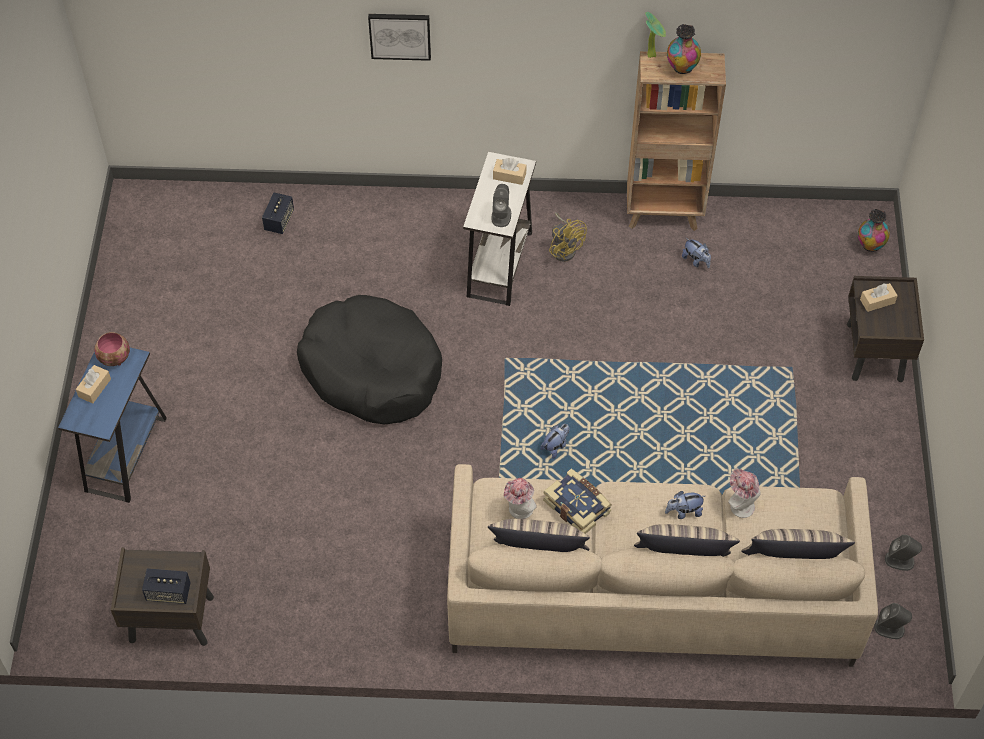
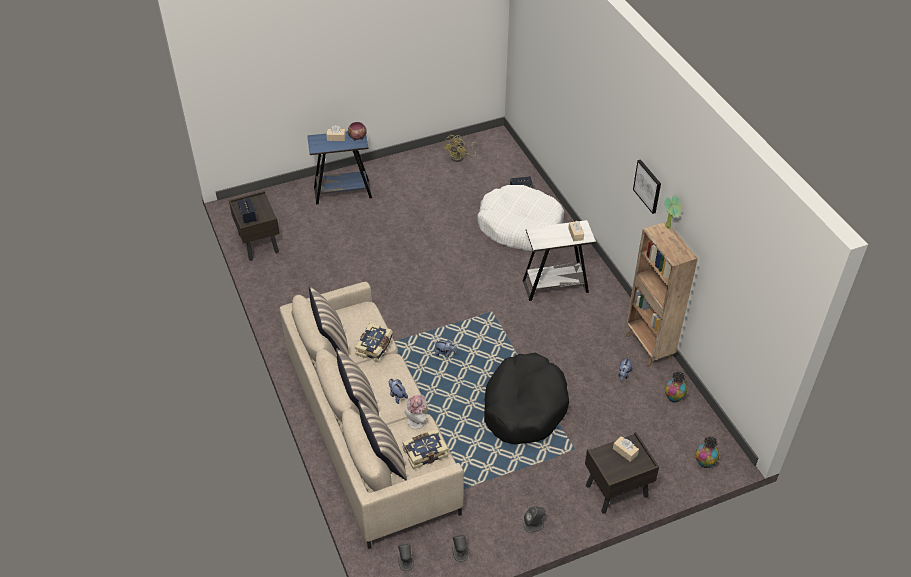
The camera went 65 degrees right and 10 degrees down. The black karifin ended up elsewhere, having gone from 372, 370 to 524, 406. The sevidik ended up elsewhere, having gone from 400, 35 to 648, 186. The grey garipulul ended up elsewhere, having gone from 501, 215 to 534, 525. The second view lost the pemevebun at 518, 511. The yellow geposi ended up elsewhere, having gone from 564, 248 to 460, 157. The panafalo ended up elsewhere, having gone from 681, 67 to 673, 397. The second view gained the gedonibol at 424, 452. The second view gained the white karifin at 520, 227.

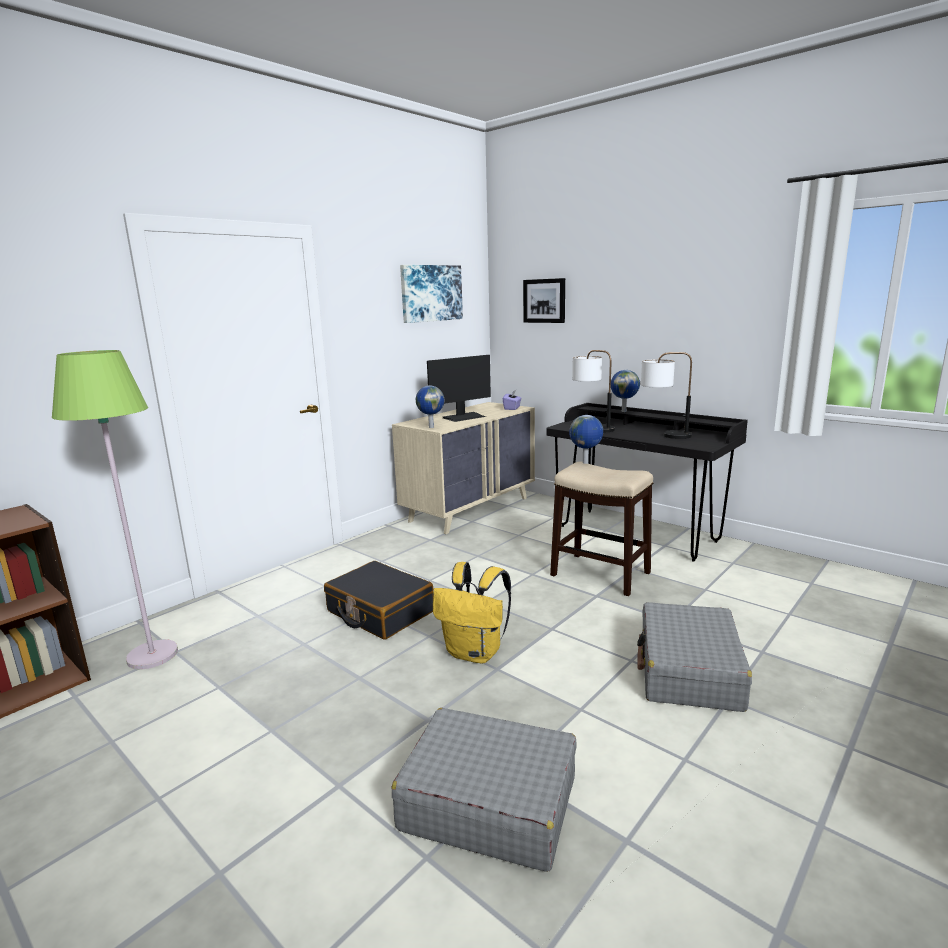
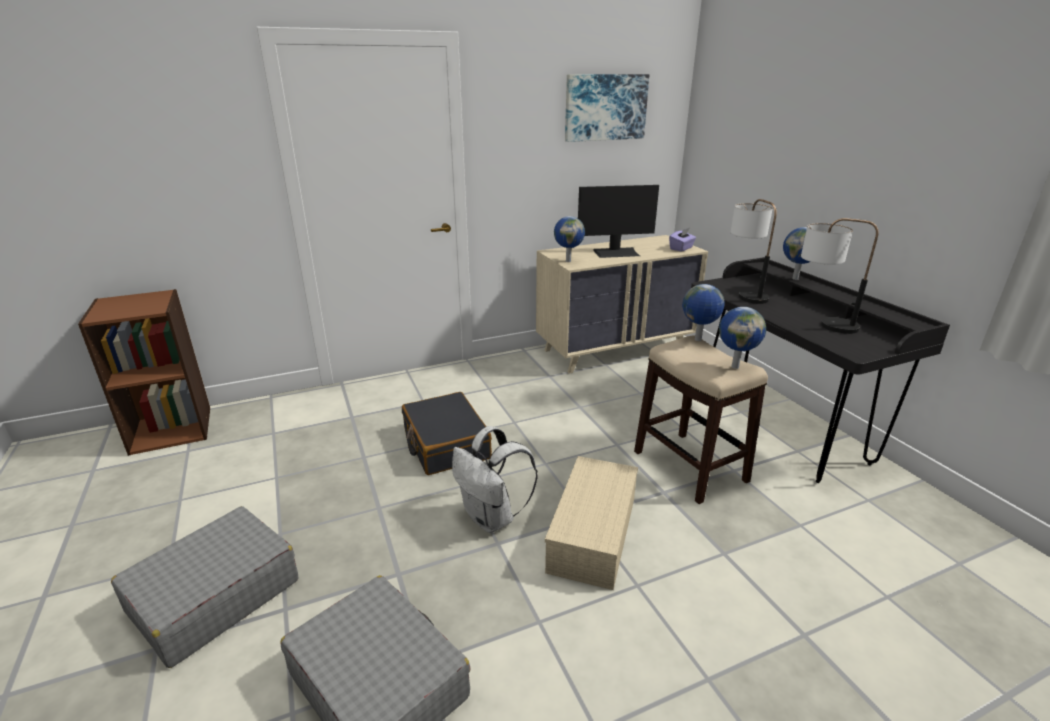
The camera went 25 degrees right and 10 degrees up. The second view lost the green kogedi at 152, 655. What was the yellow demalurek at 475, 653 turned into the white demalurek at 492, 518. The second view lost the sevidik at 544, 301. The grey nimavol ended up elsewhere, having gone from 688, 671 to 214, 596. The second view gained the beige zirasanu at 594, 535. The second view gained the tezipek at 735, 366.

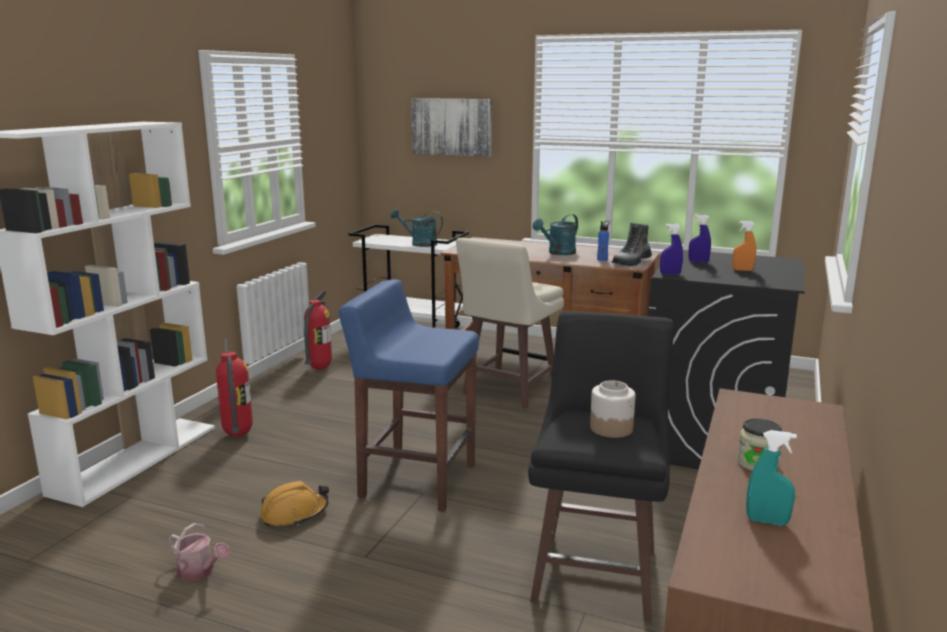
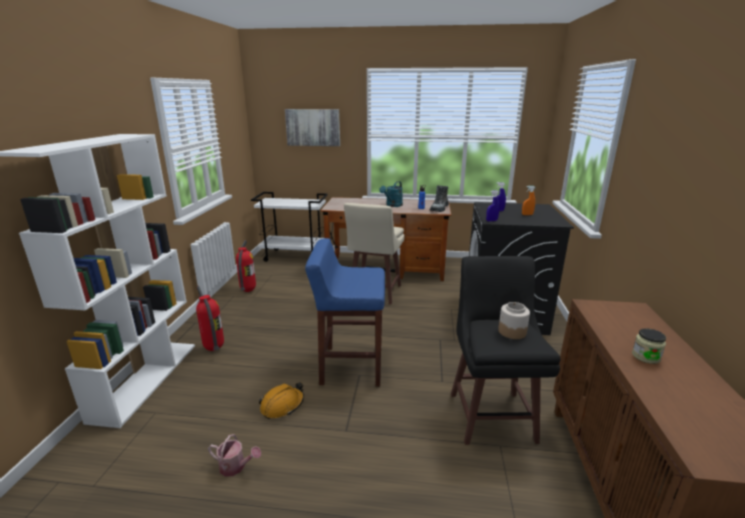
The camera went 15 degrees left and 5 degrees up. The second view lost the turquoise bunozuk at 419, 244. The second view lost the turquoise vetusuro at 767, 521.

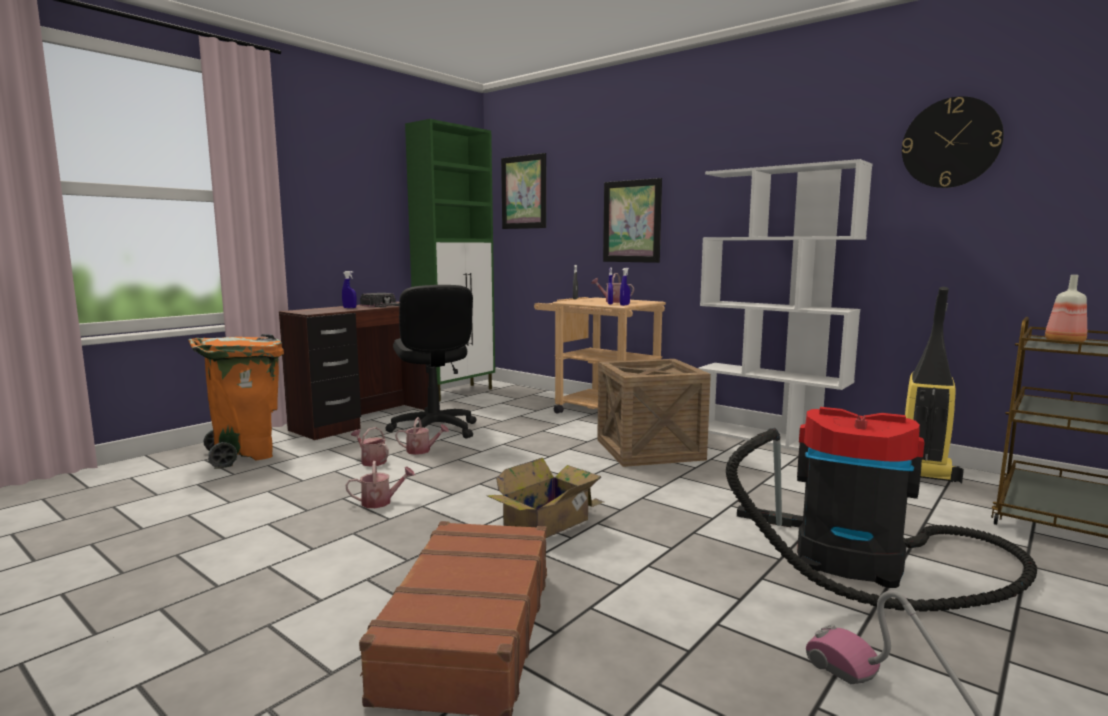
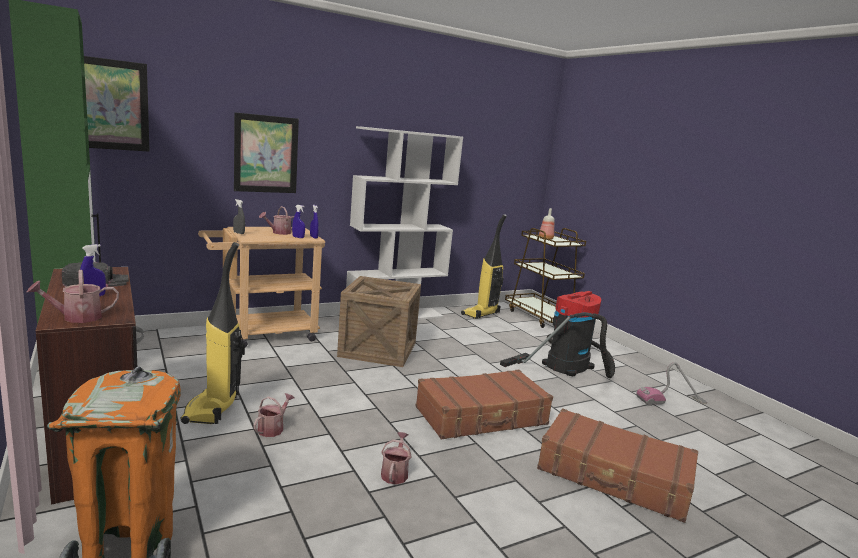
The camera went 70 degrees left and 5 degrees up. The bunozuk ended up elsewhere, having gone from 371, 461 to 76, 317. Where the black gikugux stood at 434, 431, the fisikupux came to stand at 212, 409. Where the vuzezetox stood at 549, 522, the brown nimavol came to stand at 482, 416. The second view lost the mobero at 950, 143.

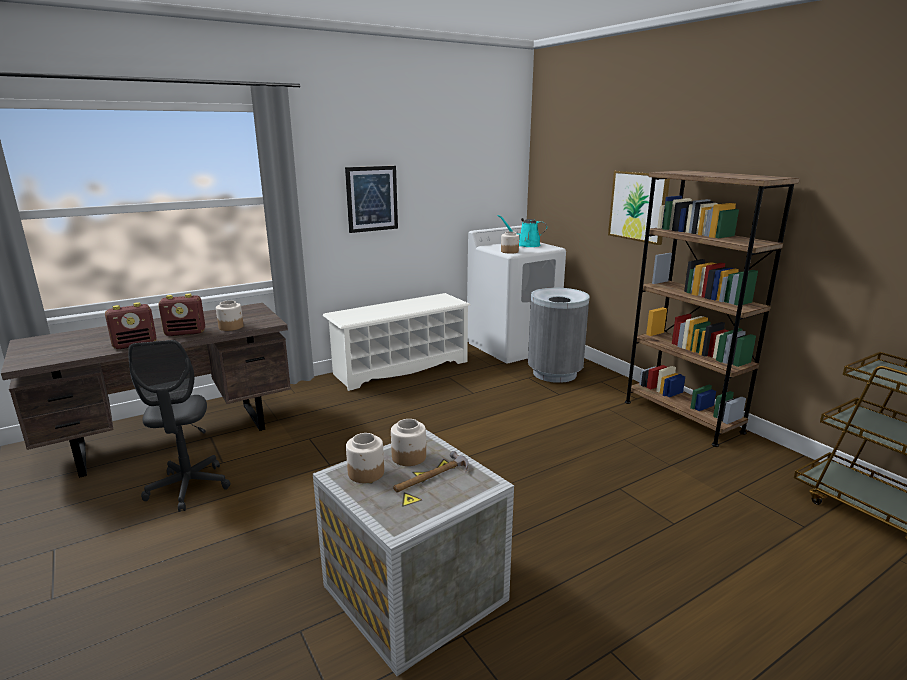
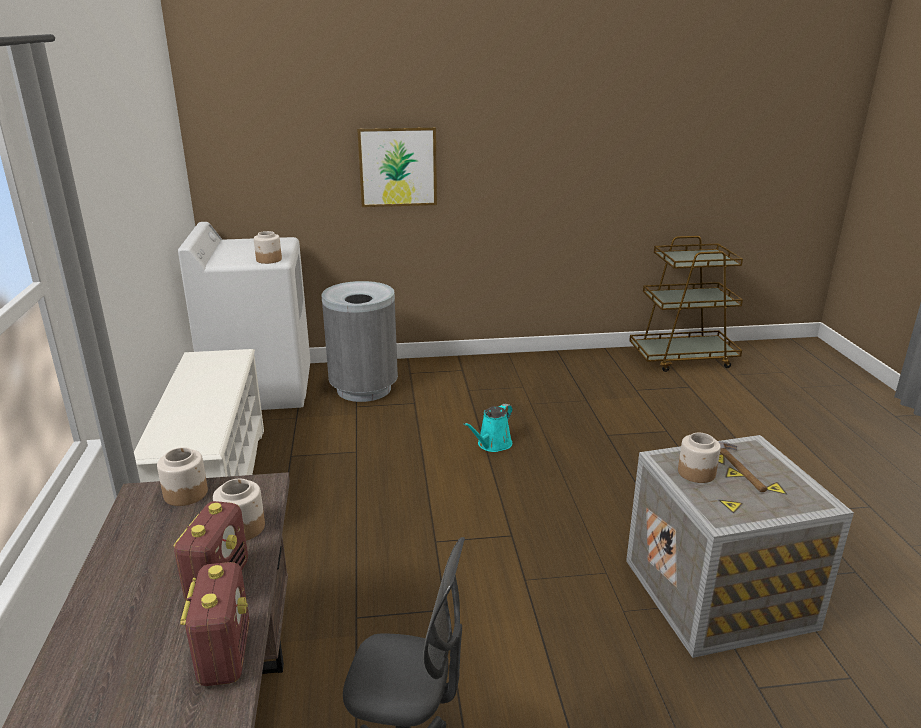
The camera went 65 degrees left and 5 degrees up. The second view lost the sevidik at 371, 199. The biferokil ended up elsewhere, having gone from 366, 473 to 186, 493. The turquoise bunozuk ended up elsewhere, having gone from 526, 245 to 492, 445. The second view lost the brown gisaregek at 682, 416.

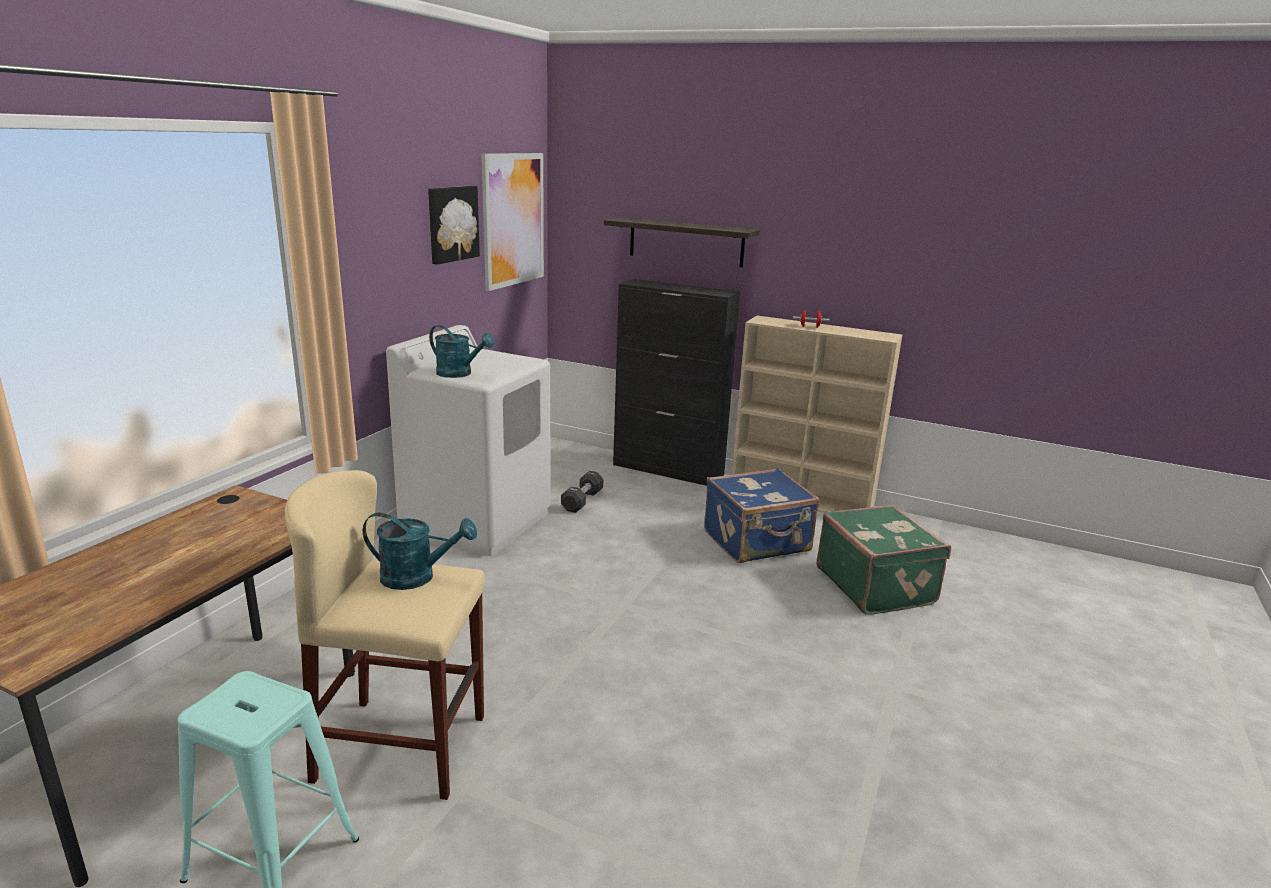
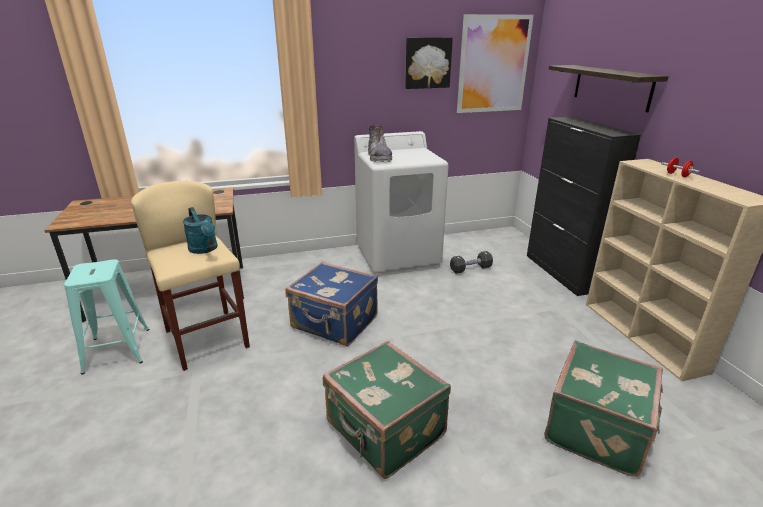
The camera went 50 degrees right and 5 degrees up. Where the turquoise bunozuk stood at 459, 374, the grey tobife came to stand at 379, 158. The blue nimavol ended up elsewhere, having gone from 758, 542 to 334, 323. The second view gained the green nimavol at 384, 431.

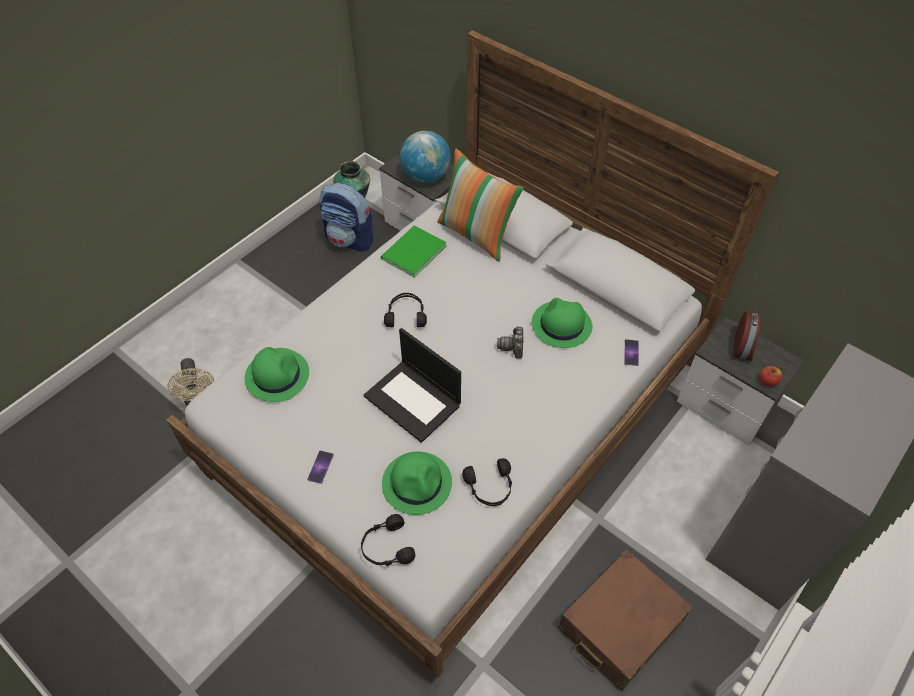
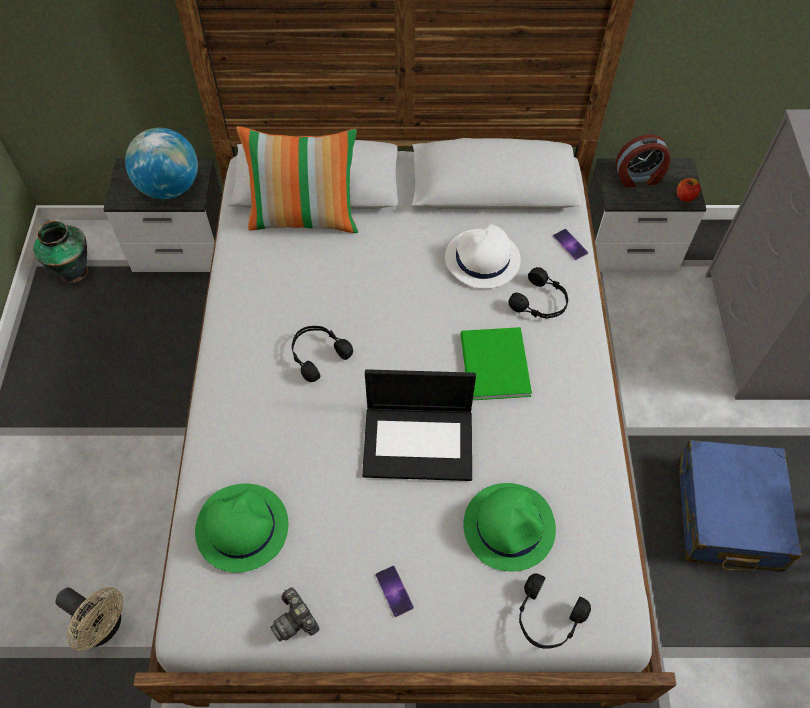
The camera went 40 degrees left and 5 degrees up. The second view lost the demalurek at 350, 239. The green gedonibol ended up elsewhere, having gone from 411, 253 to 493, 367. The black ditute ended up elsewhere, having gone from 490, 487 to 540, 302. The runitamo ended up elsewhere, having gone from 512, 347 to 295, 620. What was the green pemevebun at 561, 325 turned into the white pemevebun at 482, 260. What was the brown nimavol at 620, 625 turned into the blue nimavol at 727, 514. The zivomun at 743, 347 ended up facing another way, 105 degrees clockwise from before.

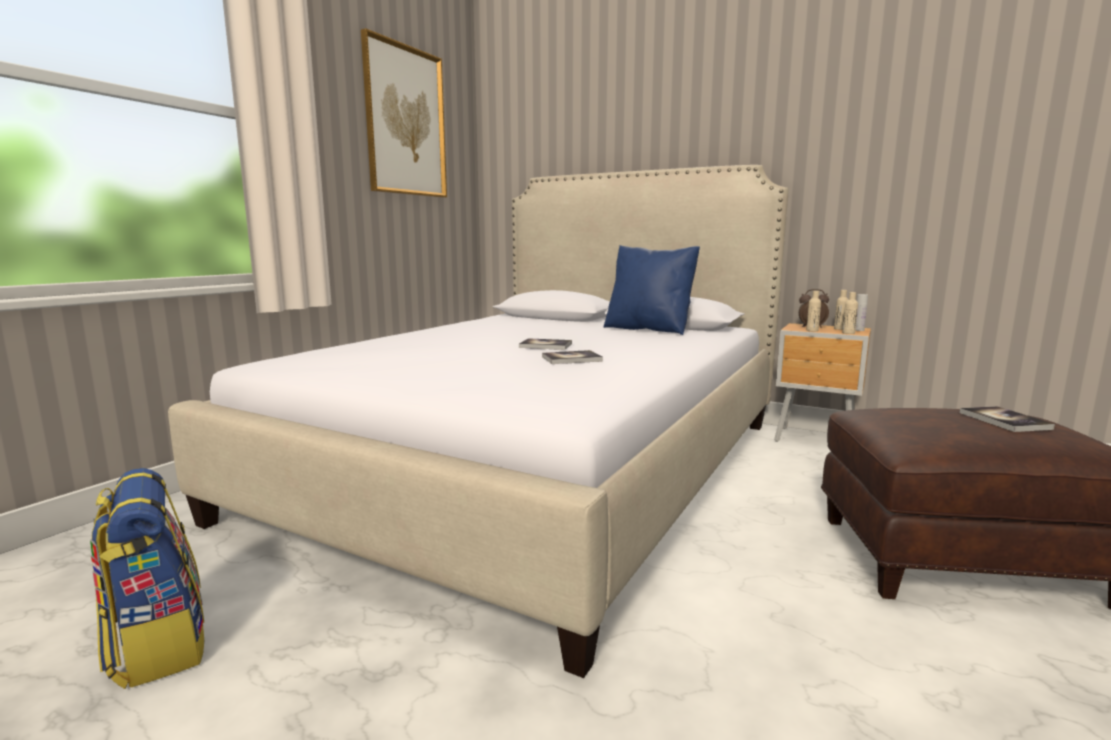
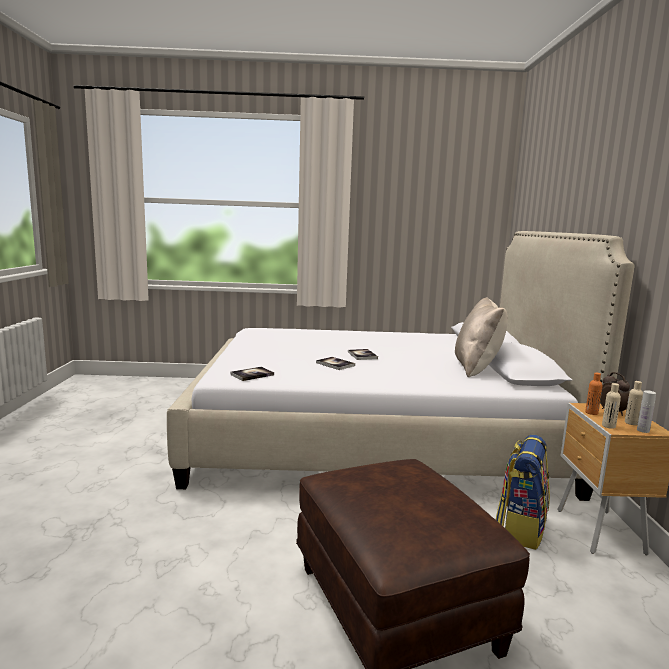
The camera went 60 degrees right and 0 degrees up. The demalurek ended up elsewhere, having gone from 158, 645 to 520, 528. The second view lost the sevidik at 405, 121. What was the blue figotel at 649, 329 turned into the beige figotel at 477, 368. What was the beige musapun at 812, 330 turned into the orange musapun at 591, 413. The gedonibol ended up elsewhere, having gone from 1004, 421 to 252, 375.

